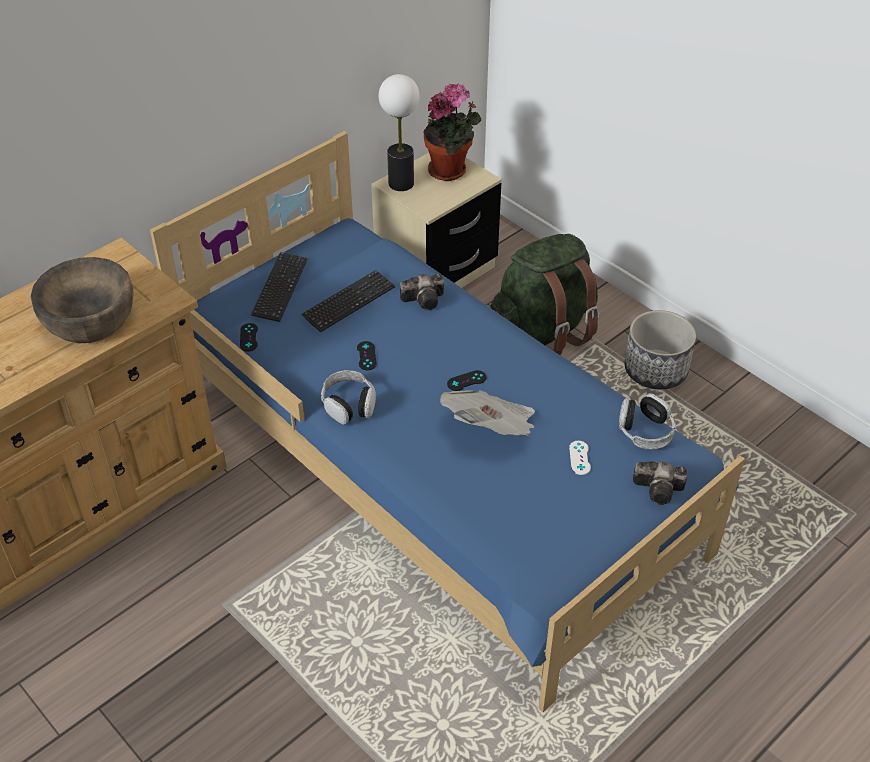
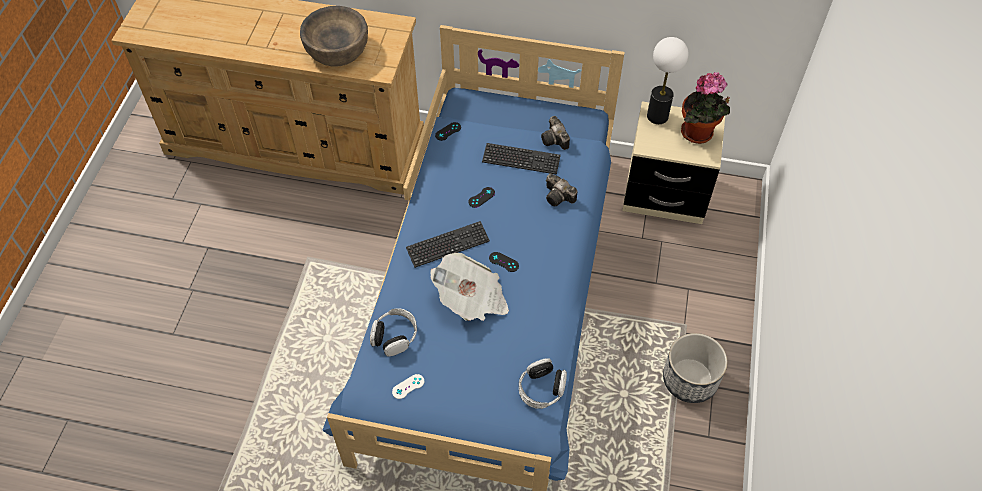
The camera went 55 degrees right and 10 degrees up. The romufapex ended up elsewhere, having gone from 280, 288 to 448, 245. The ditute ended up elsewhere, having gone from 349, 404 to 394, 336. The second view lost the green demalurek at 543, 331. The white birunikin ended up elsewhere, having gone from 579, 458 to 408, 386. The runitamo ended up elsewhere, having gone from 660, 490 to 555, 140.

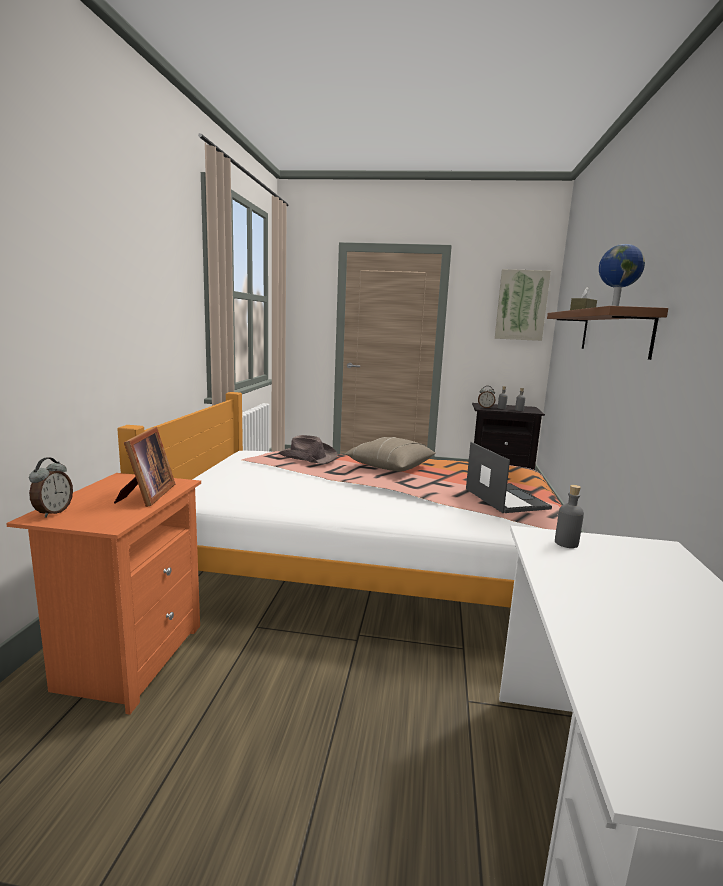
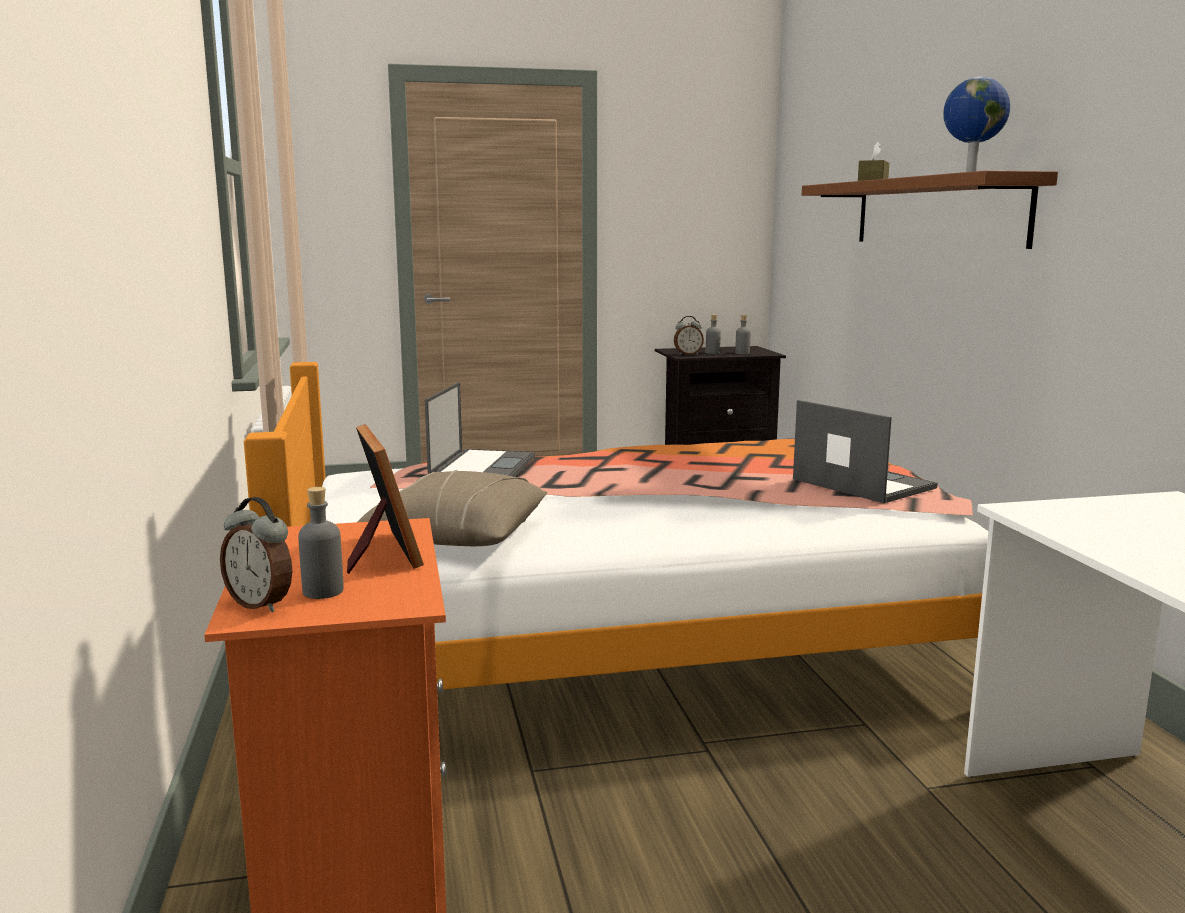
The camera went 20 degrees left and 0 degrees up. The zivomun at 52, 512 ended up facing another way, 135 degrees clockwise from before. Where the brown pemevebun stood at 307, 456, the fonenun came to stand at 483, 466. The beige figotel ended up elsewhere, having gone from 390, 466 to 457, 536. The second view lost the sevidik at 521, 305. The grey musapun ended up elsewhere, having gone from 566, 543 to 323, 591.

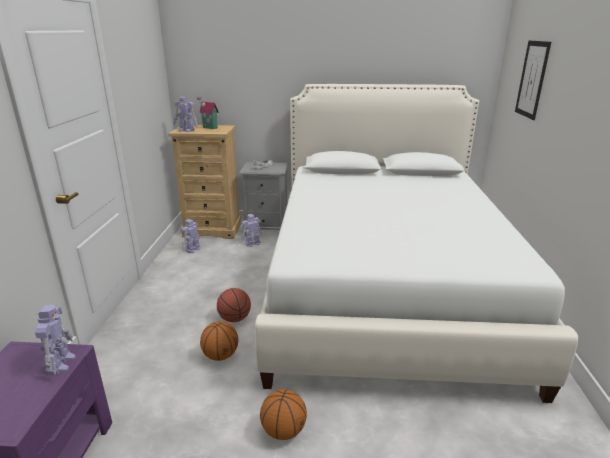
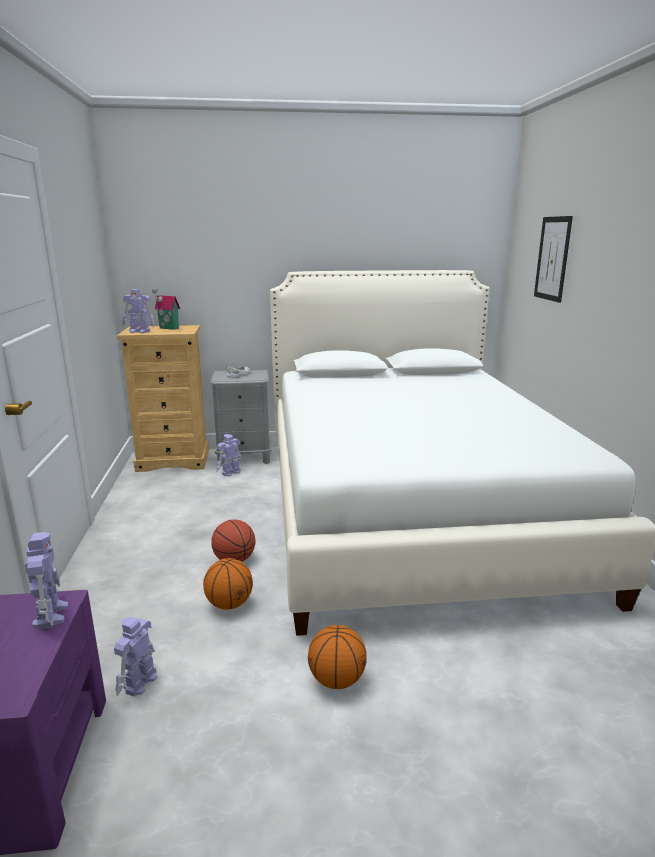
The camera went 10 degrees left and 5 degrees down. The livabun ended up elsewhere, having gone from 192, 249 to 139, 683.

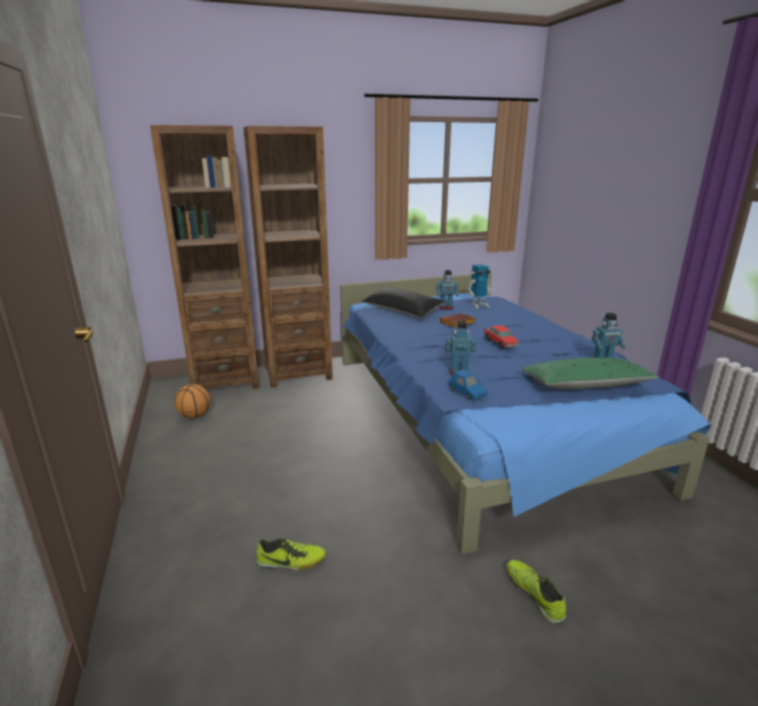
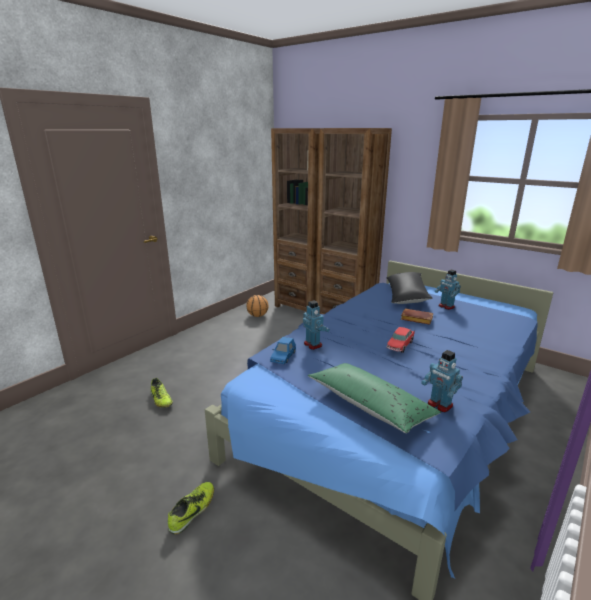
The camera went 55 degrees right and 0 degrees up. The second view lost the livabun at 478, 305.

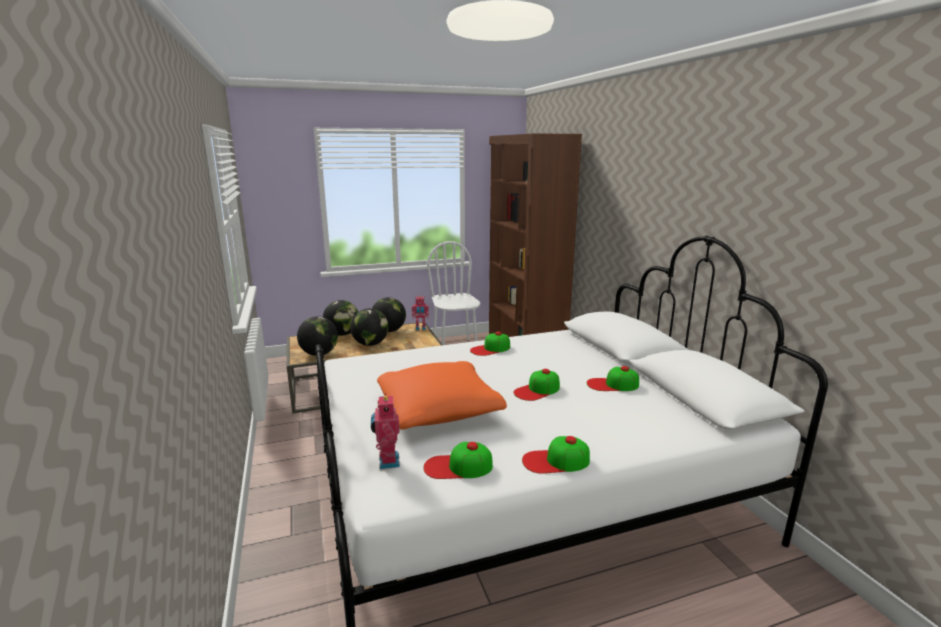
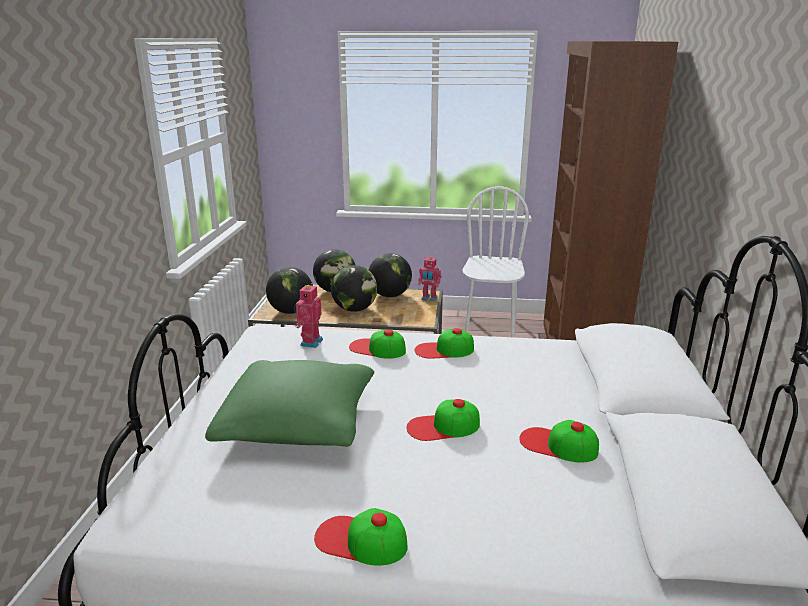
The camera went 25 degrees right and 5 degrees up. The livabun ended up elsewhere, having gone from 387, 461 to 310, 342. What was the orange figotel at 439, 410 turned into the green figotel at 298, 423. The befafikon ended up elsewhere, having gone from 458, 467 to 377, 348.

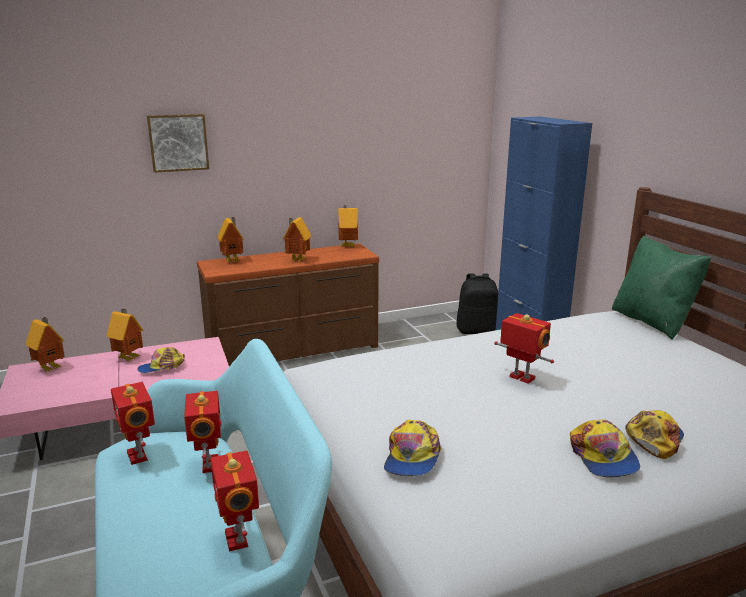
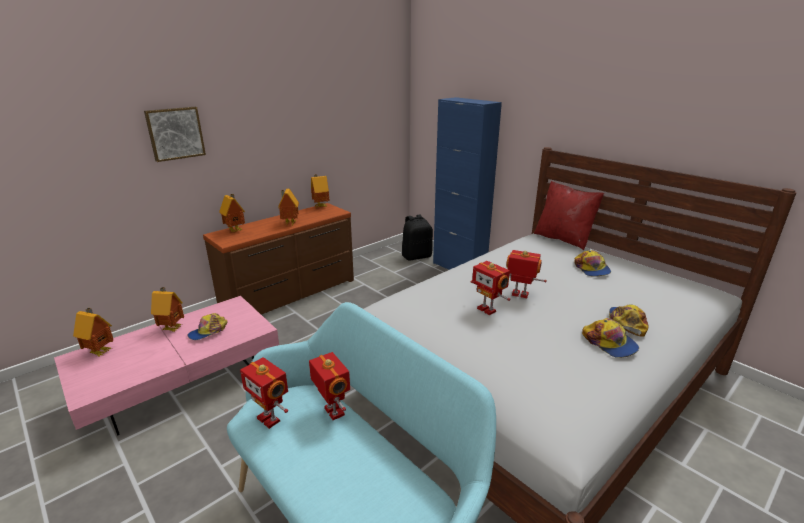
The camera went 20 degrees left and 5 degrees up. The livabun ended up elsewhere, having gone from 238, 538 to 487, 309. The befafikon ended up elsewhere, having gone from 412, 457 to 591, 269. What was the green figotel at 652, 322 turned into the red figotel at 563, 239.

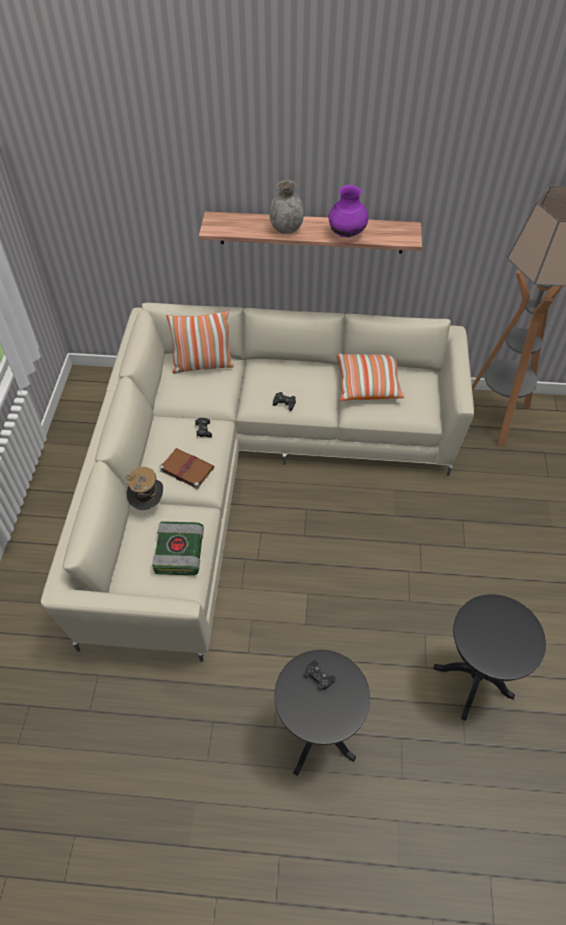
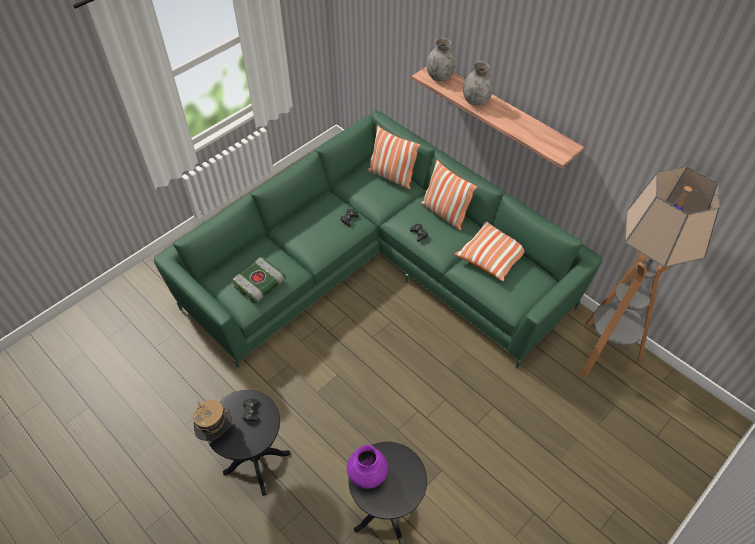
The camera went 40 degrees right and 0 degrees up. What was the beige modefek at 244, 468 turned into the green modefek at 377, 268. The pemevebun ended up elsewhere, having gone from 148, 504 to 216, 431. The second view lost the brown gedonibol at 186, 469. The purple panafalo ended up elsewhere, having gone from 347, 233 to 367, 474. The second view gained the figotel at 444, 213. The second view gained the grey panafalo at 439, 77.

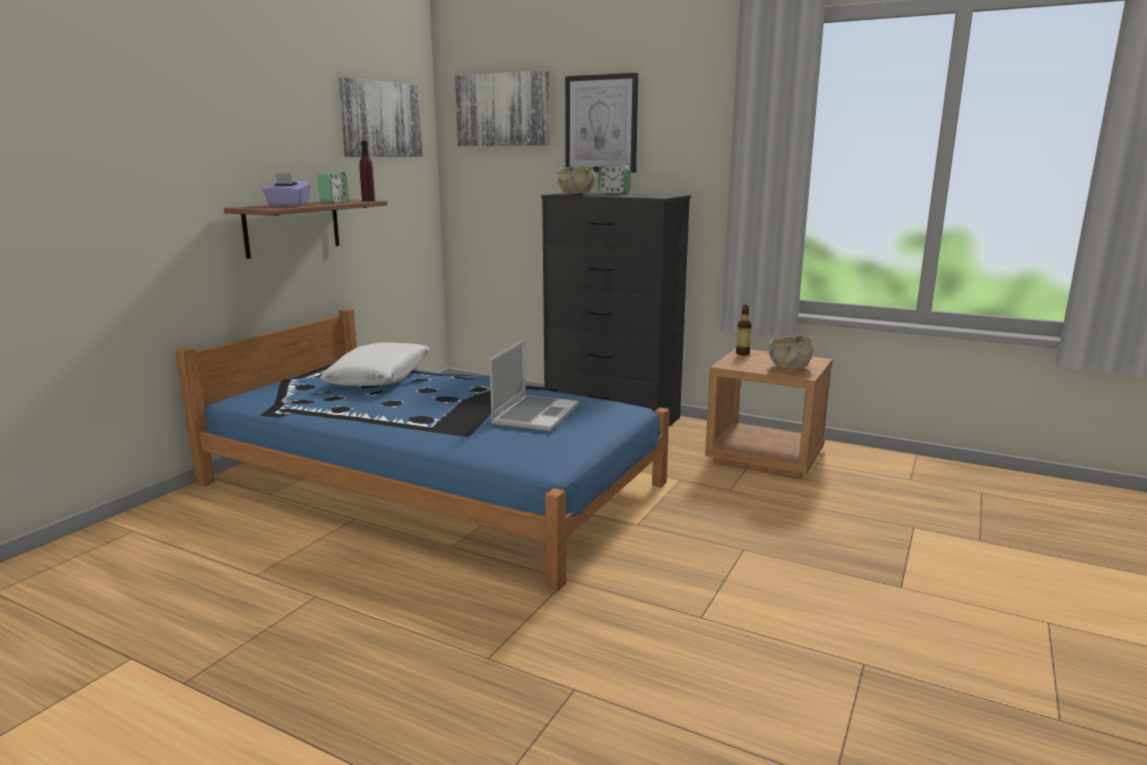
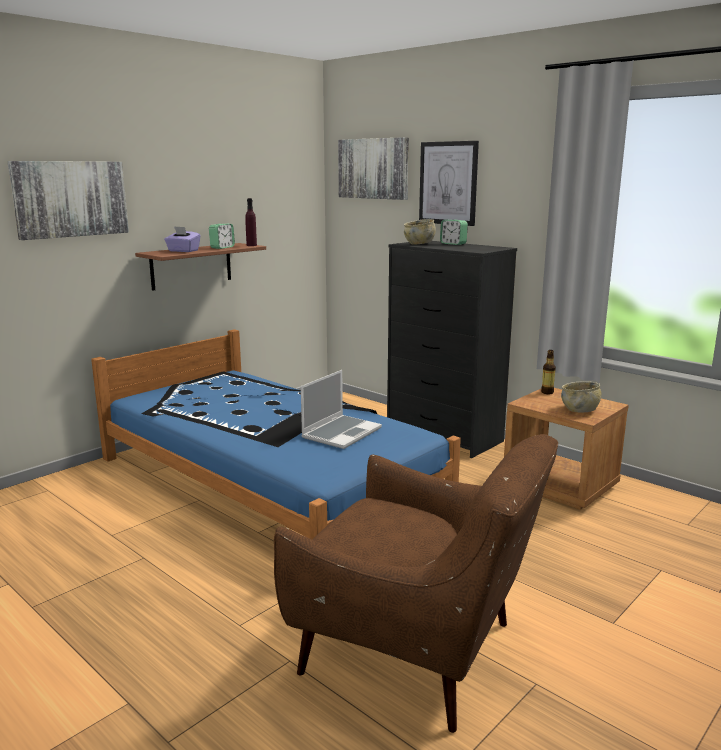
The camera went 15 degrees right and 0 degrees up. The second view lost the white figotel at 380, 377. The sevidik ended up elsewhere, having gone from 380, 119 to 70, 199. The second view gained the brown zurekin at 418, 653.

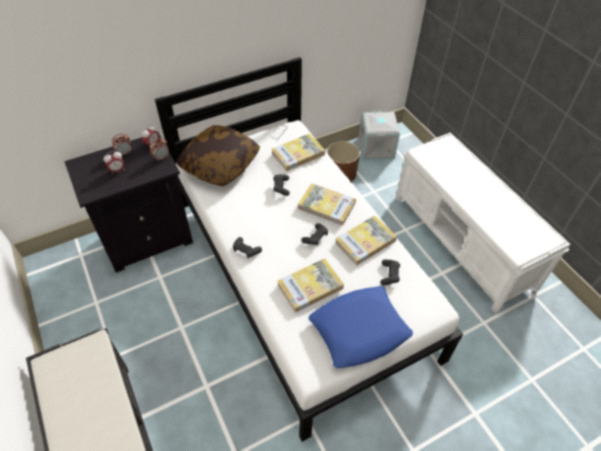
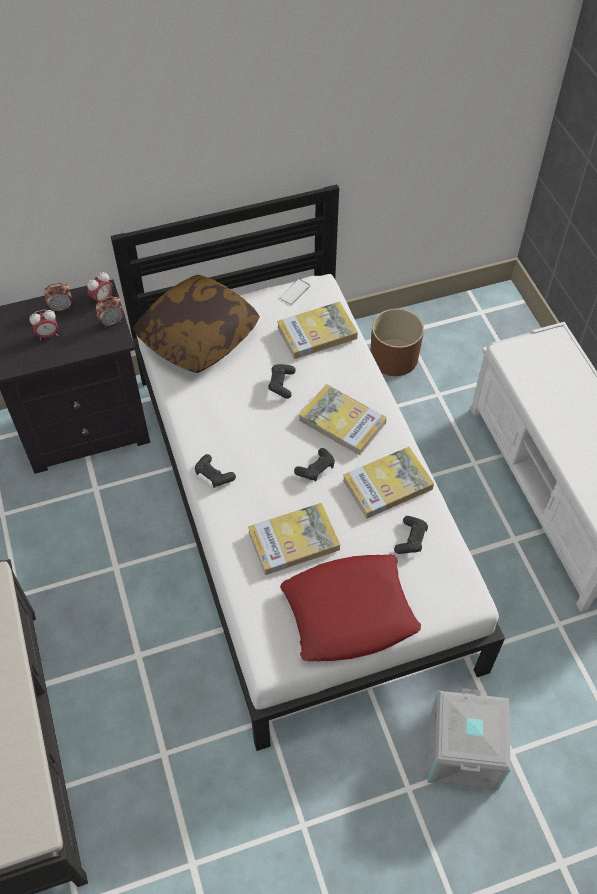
The camera went 10 degrees right and 5 degrees up. What was the blue figotel at 359, 329 turned into the red figotel at 349, 612. The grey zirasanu ended up elsewhere, having gone from 377, 148 to 464, 752.

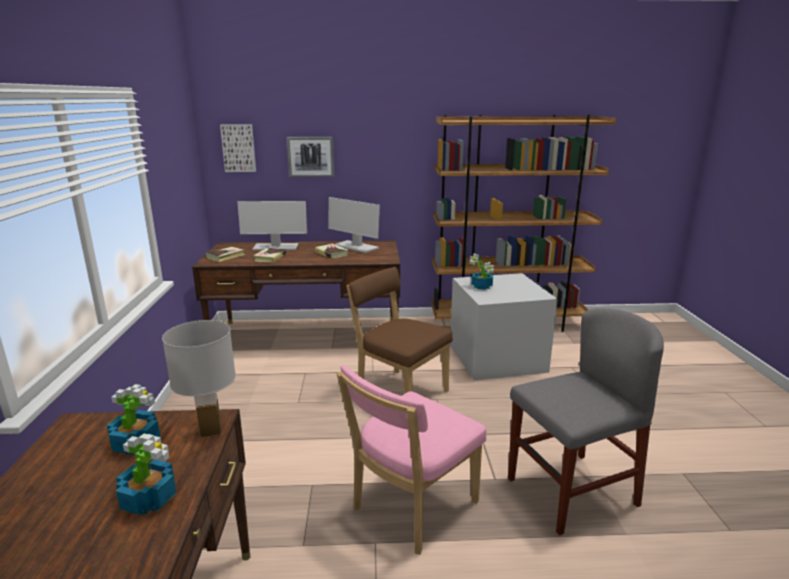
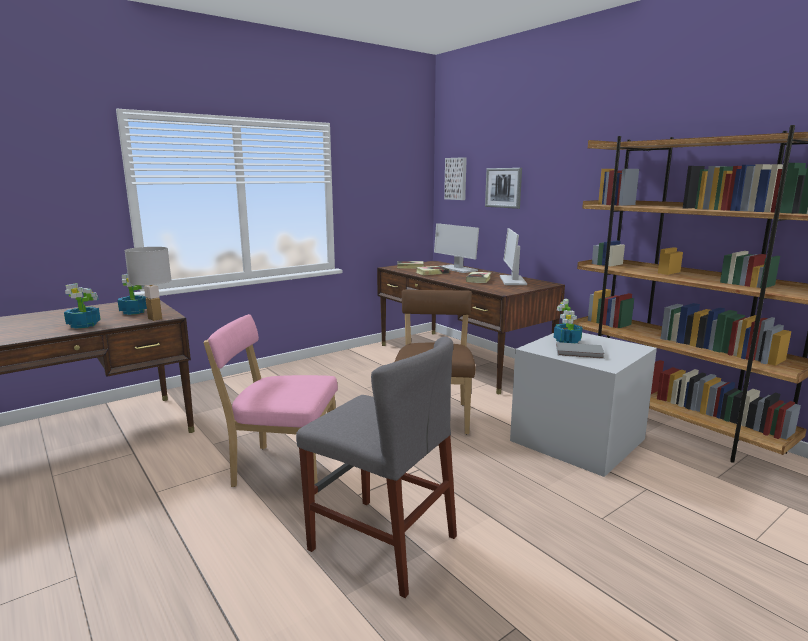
The camera went 55 degrees right and 5 degrees down. The second view gained the grey gedonibol at 580, 352.

